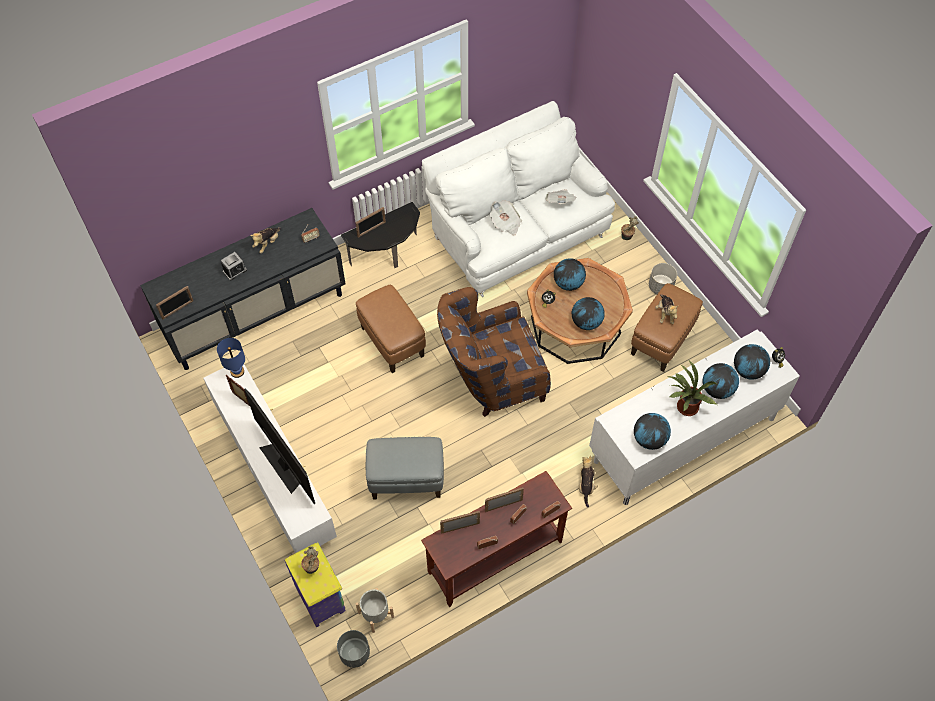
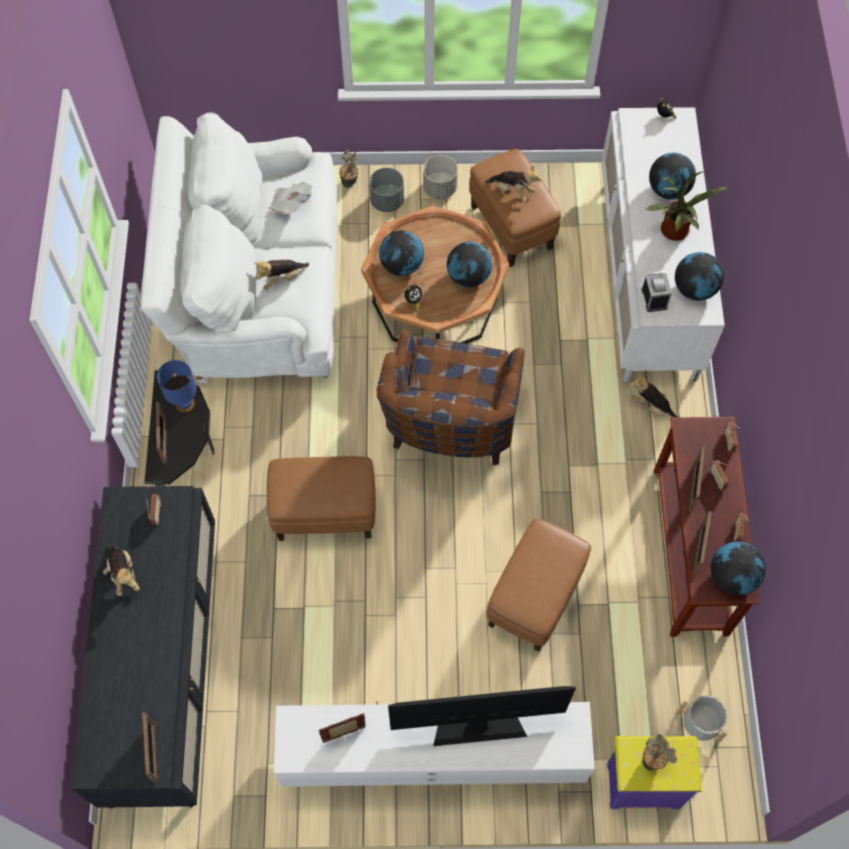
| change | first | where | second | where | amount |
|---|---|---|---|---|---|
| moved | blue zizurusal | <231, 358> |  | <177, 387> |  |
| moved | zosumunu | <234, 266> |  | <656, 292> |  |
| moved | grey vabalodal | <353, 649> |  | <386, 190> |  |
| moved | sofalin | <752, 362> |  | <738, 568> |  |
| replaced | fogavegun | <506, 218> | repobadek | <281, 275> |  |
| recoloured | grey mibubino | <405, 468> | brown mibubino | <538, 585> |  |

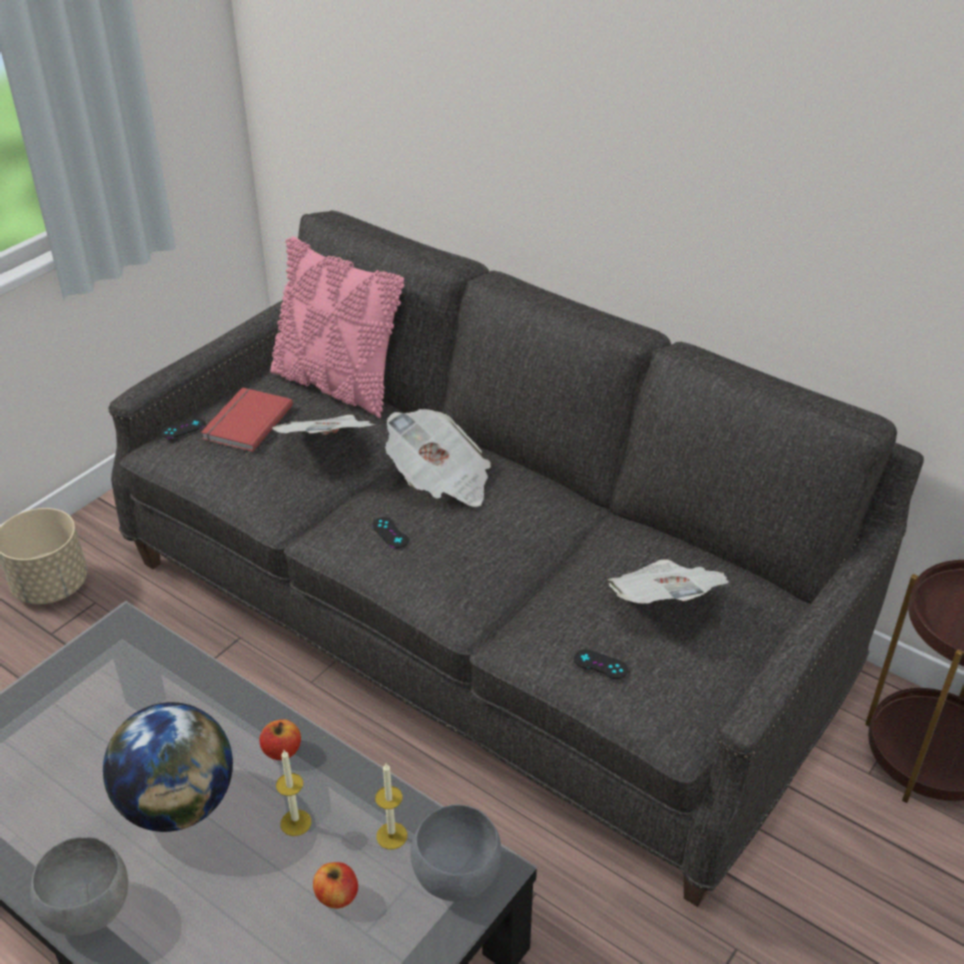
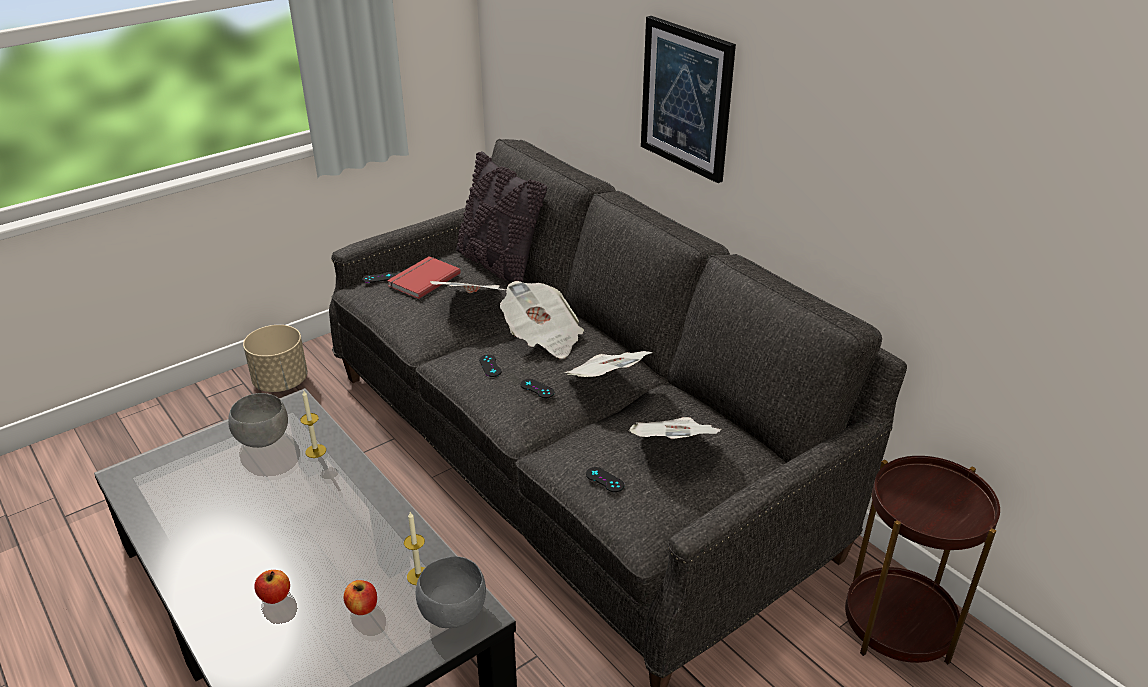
| change | first | where | second | where | amount |
|---|---|---|---|---|---|
| removed | sofalin | <168, 767> |  |  |  |
| added |  |  | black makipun | <537, 388> |  |
| added |  |  | fogavegun | <609, 364> |  |
| added |  |  | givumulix | <688, 99> |  |
| moved | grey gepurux | <79, 886> |  | <258, 420> |  |
| moved | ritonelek | <280, 740> |  | <272, 587> |  |
| moved | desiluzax | <293, 793> |  | <313, 424> |  |
| recoloured | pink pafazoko | <337, 327> | black pafazoko | <501, 217> |  |

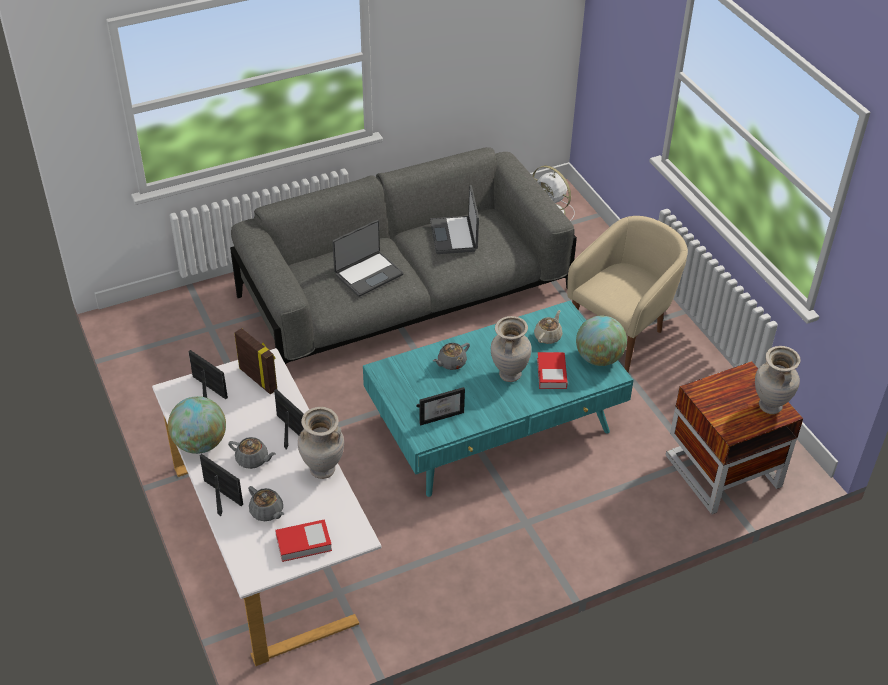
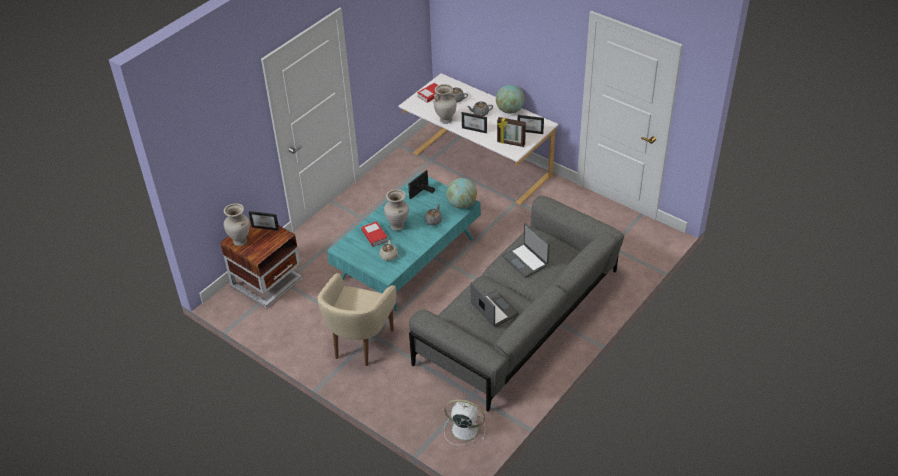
| change | first | where | second | where | amount |
|---|---|---|---|---|---|
| moved | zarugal | <221, 485> |  | <264, 221> |  |
| moved | sofalin | <601, 341> |  | <461, 193> |  |
| turned | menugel | <368, 258> |  | <525, 250> | 60 degrees counterclockwise |

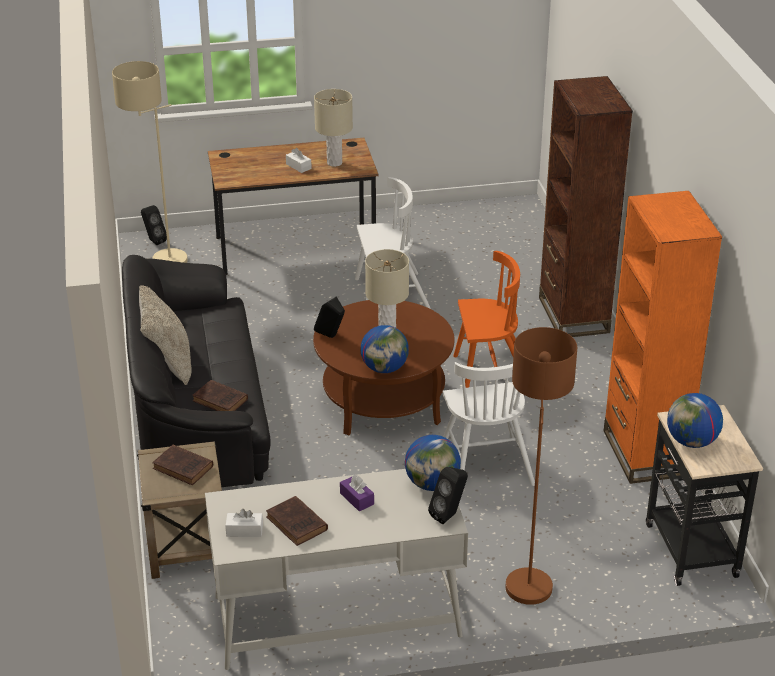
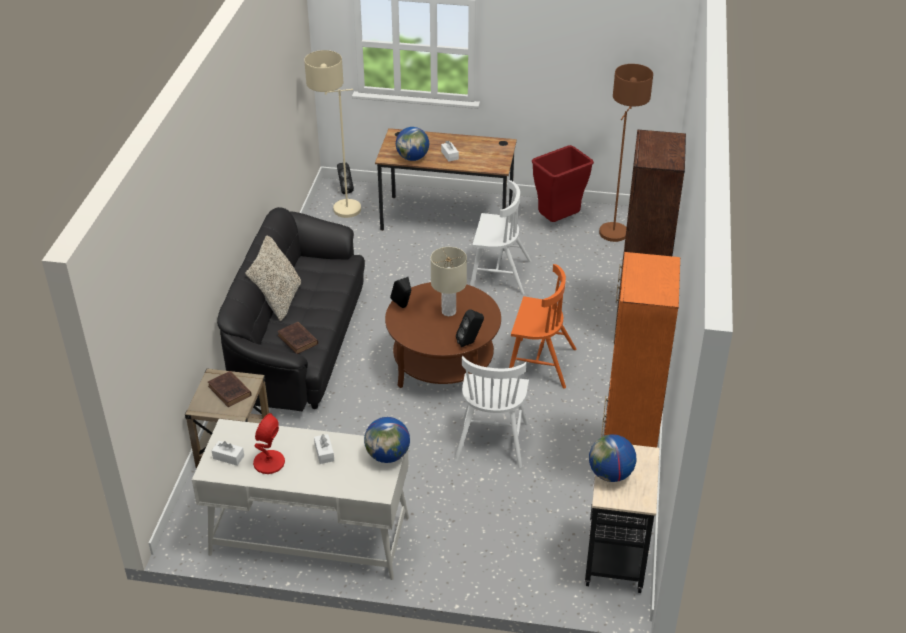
| change | first | where | second | where | amount |
|---|---|---|---|---|---|
| removed | beige zizurusal | <333, 128> |  |  |  |
| added |  |  | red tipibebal | <563, 183> |  |
| moved | sofalin | <385, 349> |  | <412, 144> |  |
| moved | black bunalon | <448, 495> |  | <470, 328> |  |
| moved | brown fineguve | <541, 466> |  | <626, 153> |  |
| replaced | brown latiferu | <297, 521> | red zizurusal | <269, 443> |  |
| recoloured | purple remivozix | <357, 493> | white remivozix | <324, 449> |  |

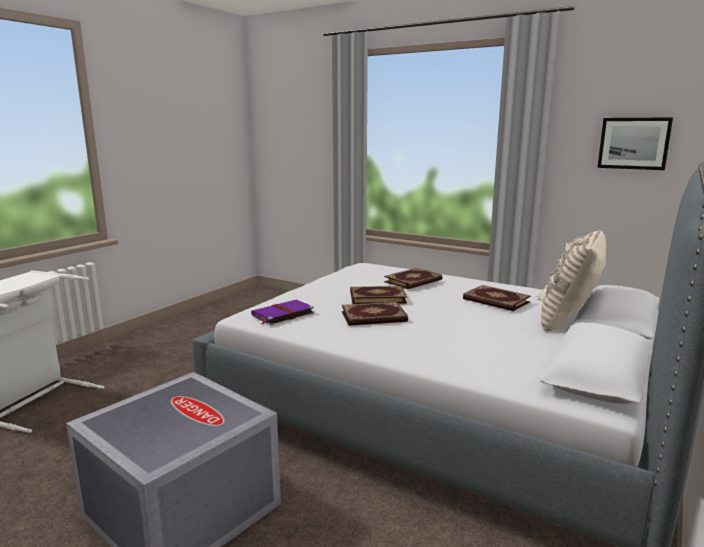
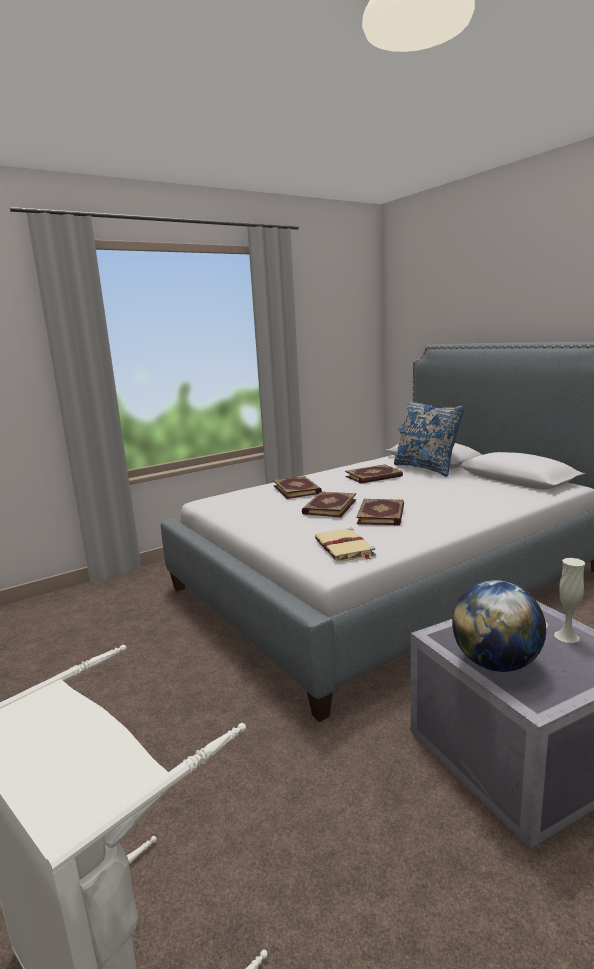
| change | first | where | second | where | amount |
|---|---|---|---|---|---|
| removed | givumulix | <635, 143> |  |  |  |
| added |  |  | sofalin | <499, 626> |  |
| added |  |  | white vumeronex | <569, 600> |  |
| recoloured | purple latiferu | <282, 312> | beige latiferu | <345, 545> |  |
| recoloured | beige pafazoko | <571, 281> | blue pafazoko | <429, 439> |  |

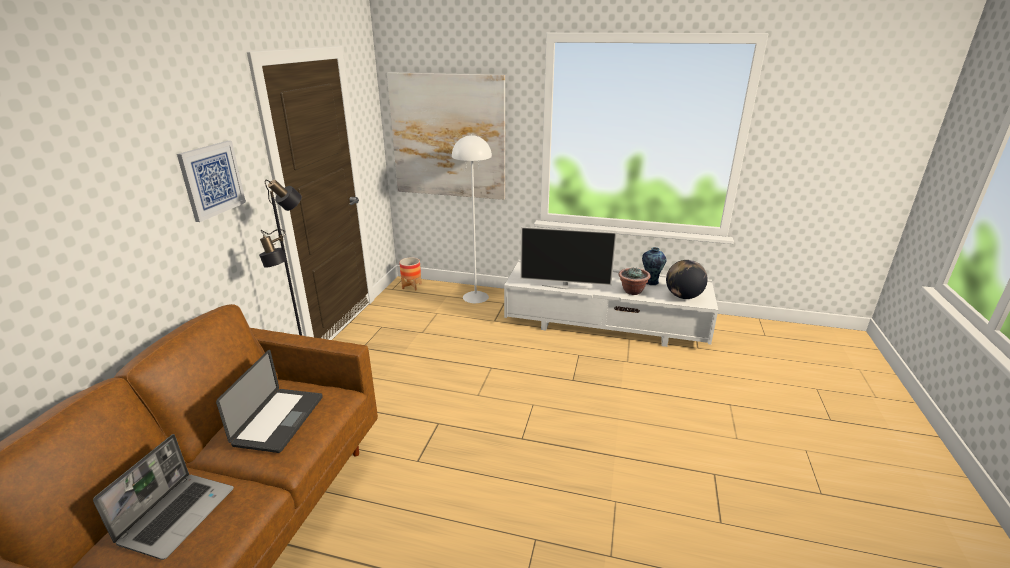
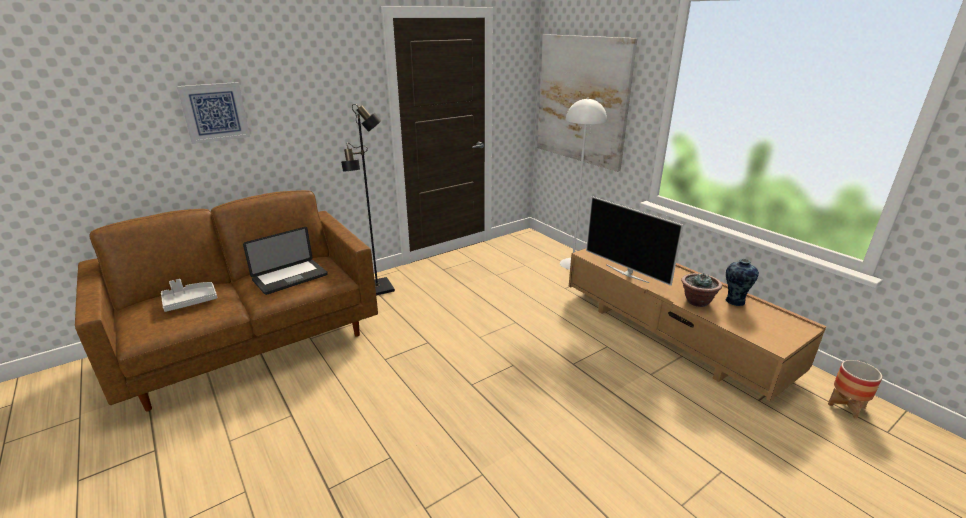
| change | first | where | second | where | amount |
|---|---|---|---|---|---|
| removed | sofalin | <687, 279> |  |  |  |
| moved | givumulix | <211, 181> |  | <213, 113> |  |
| moved | vabalodal | <411, 274> |  | <855, 389> |  |
| replaced | menugel | <163, 497> | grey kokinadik | <189, 295> |  |
| recoloured | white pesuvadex | <611, 303> | brown pesuvadex | <697, 324> |  |

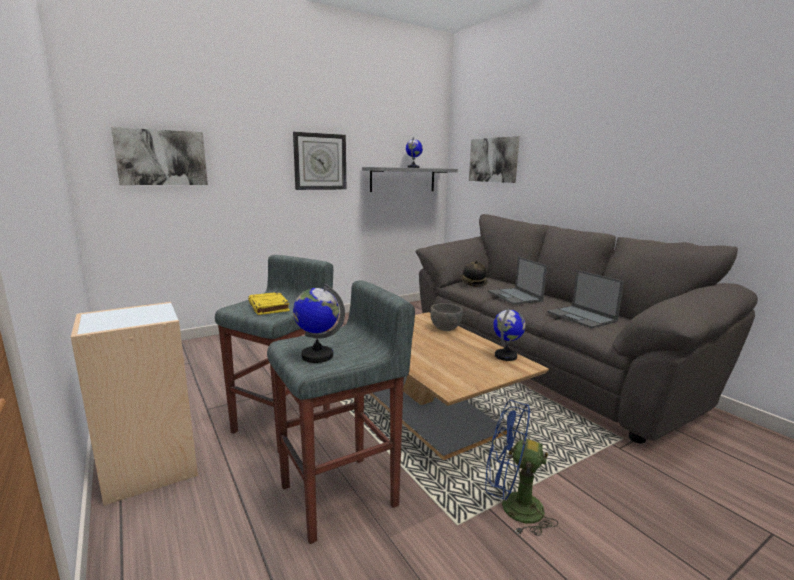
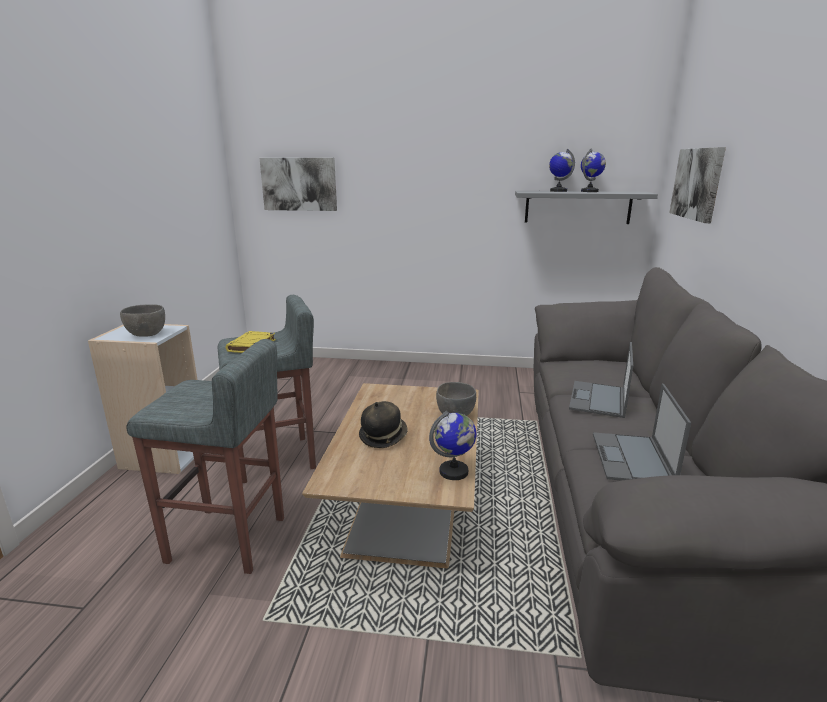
| change | first | where | second | where | amount |
|---|---|---|---|---|---|
| removed | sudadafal | <319, 161> |  |  |  |
| removed | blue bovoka | <521, 468> |  |  |  |
| added |  |  | grey gepurux | <142, 320> |  |
| moved | sofalin | <319, 323> |  | <562, 170> |  |
| moved | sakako | <474, 273> |  | <383, 424> |  |

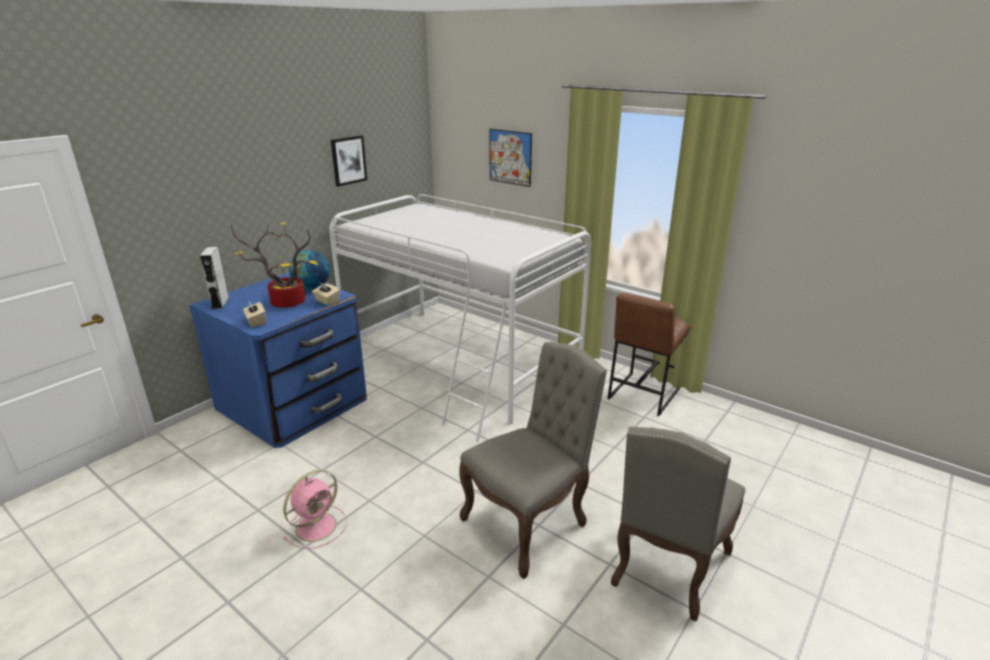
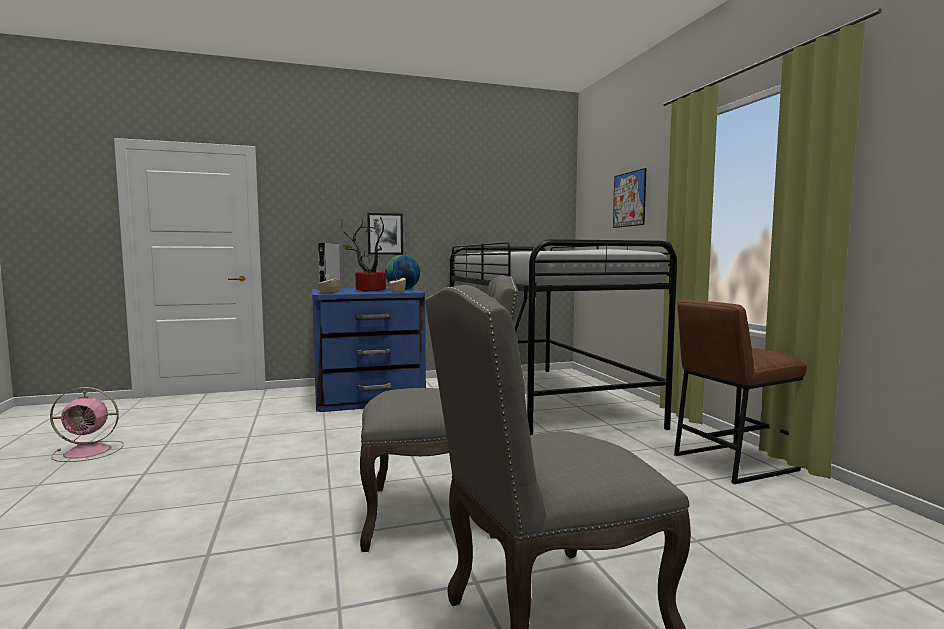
| change | first | where | second | where | amount |
|---|---|---|---|---|---|
| moved | pink bovoka | <315, 509> |  | <87, 424> |  |
| moved | givumulix | <349, 160> |  | <385, 234> |  |
| recoloured | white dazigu | <460, 318> | black dazigu | <563, 337> |  |

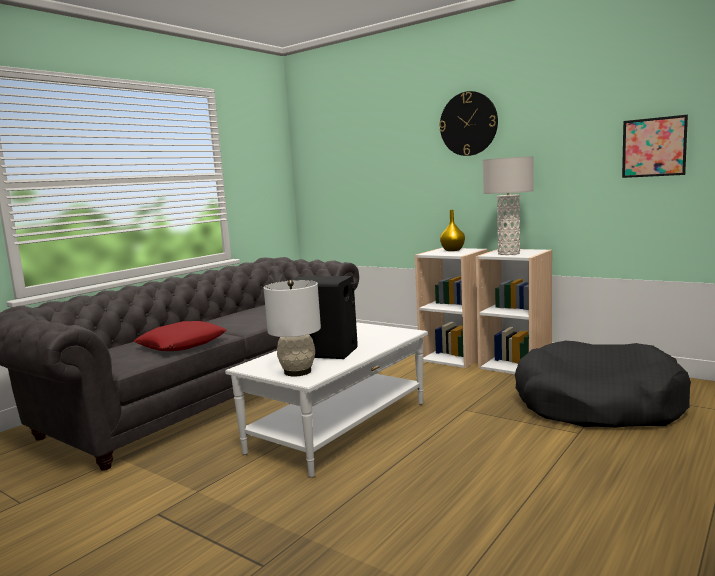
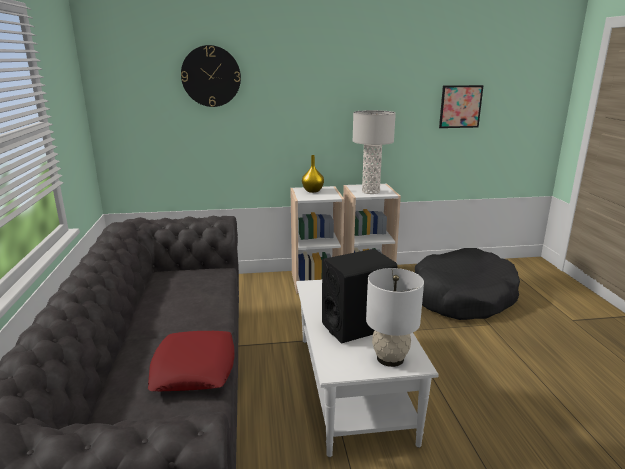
| change | first | where | second | where | amount |
|---|---|---|---|---|---|
| moved | sudadafal | <468, 123> |  | <211, 76> |  |

